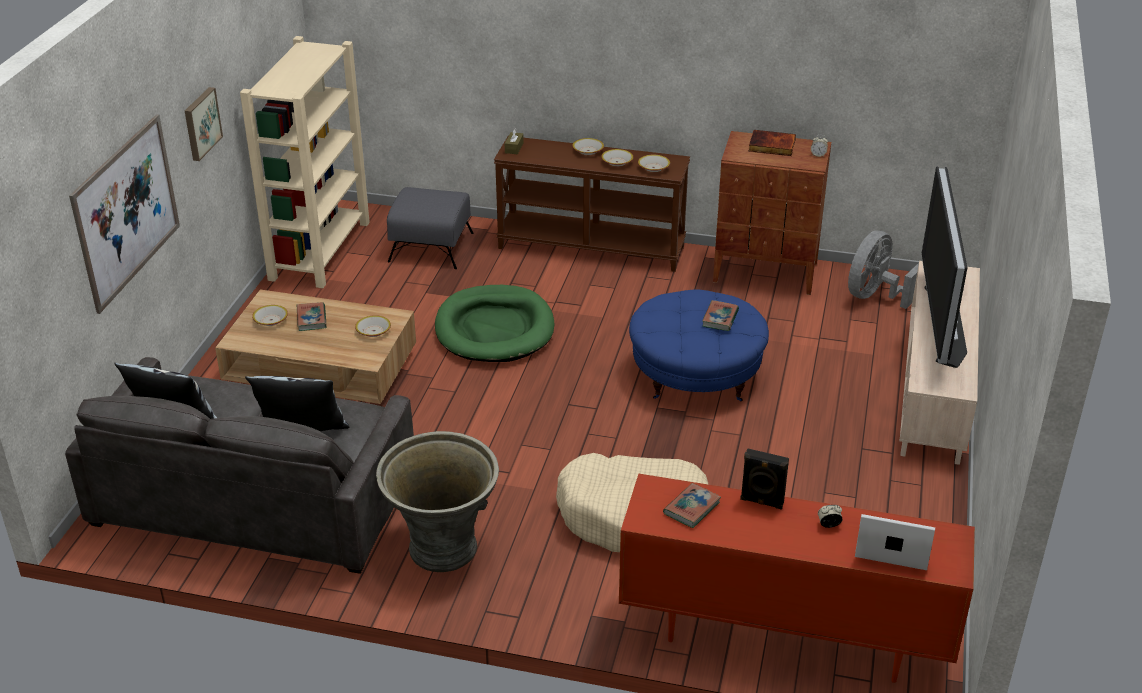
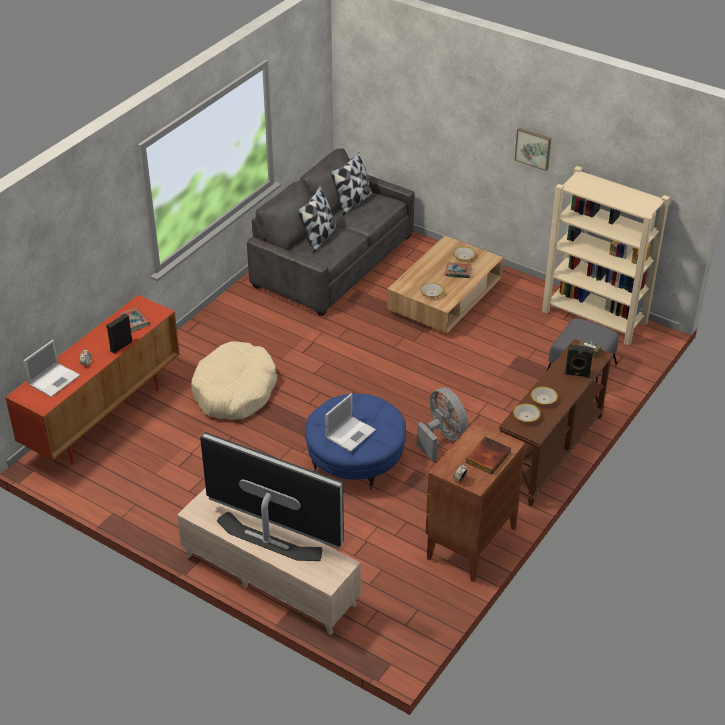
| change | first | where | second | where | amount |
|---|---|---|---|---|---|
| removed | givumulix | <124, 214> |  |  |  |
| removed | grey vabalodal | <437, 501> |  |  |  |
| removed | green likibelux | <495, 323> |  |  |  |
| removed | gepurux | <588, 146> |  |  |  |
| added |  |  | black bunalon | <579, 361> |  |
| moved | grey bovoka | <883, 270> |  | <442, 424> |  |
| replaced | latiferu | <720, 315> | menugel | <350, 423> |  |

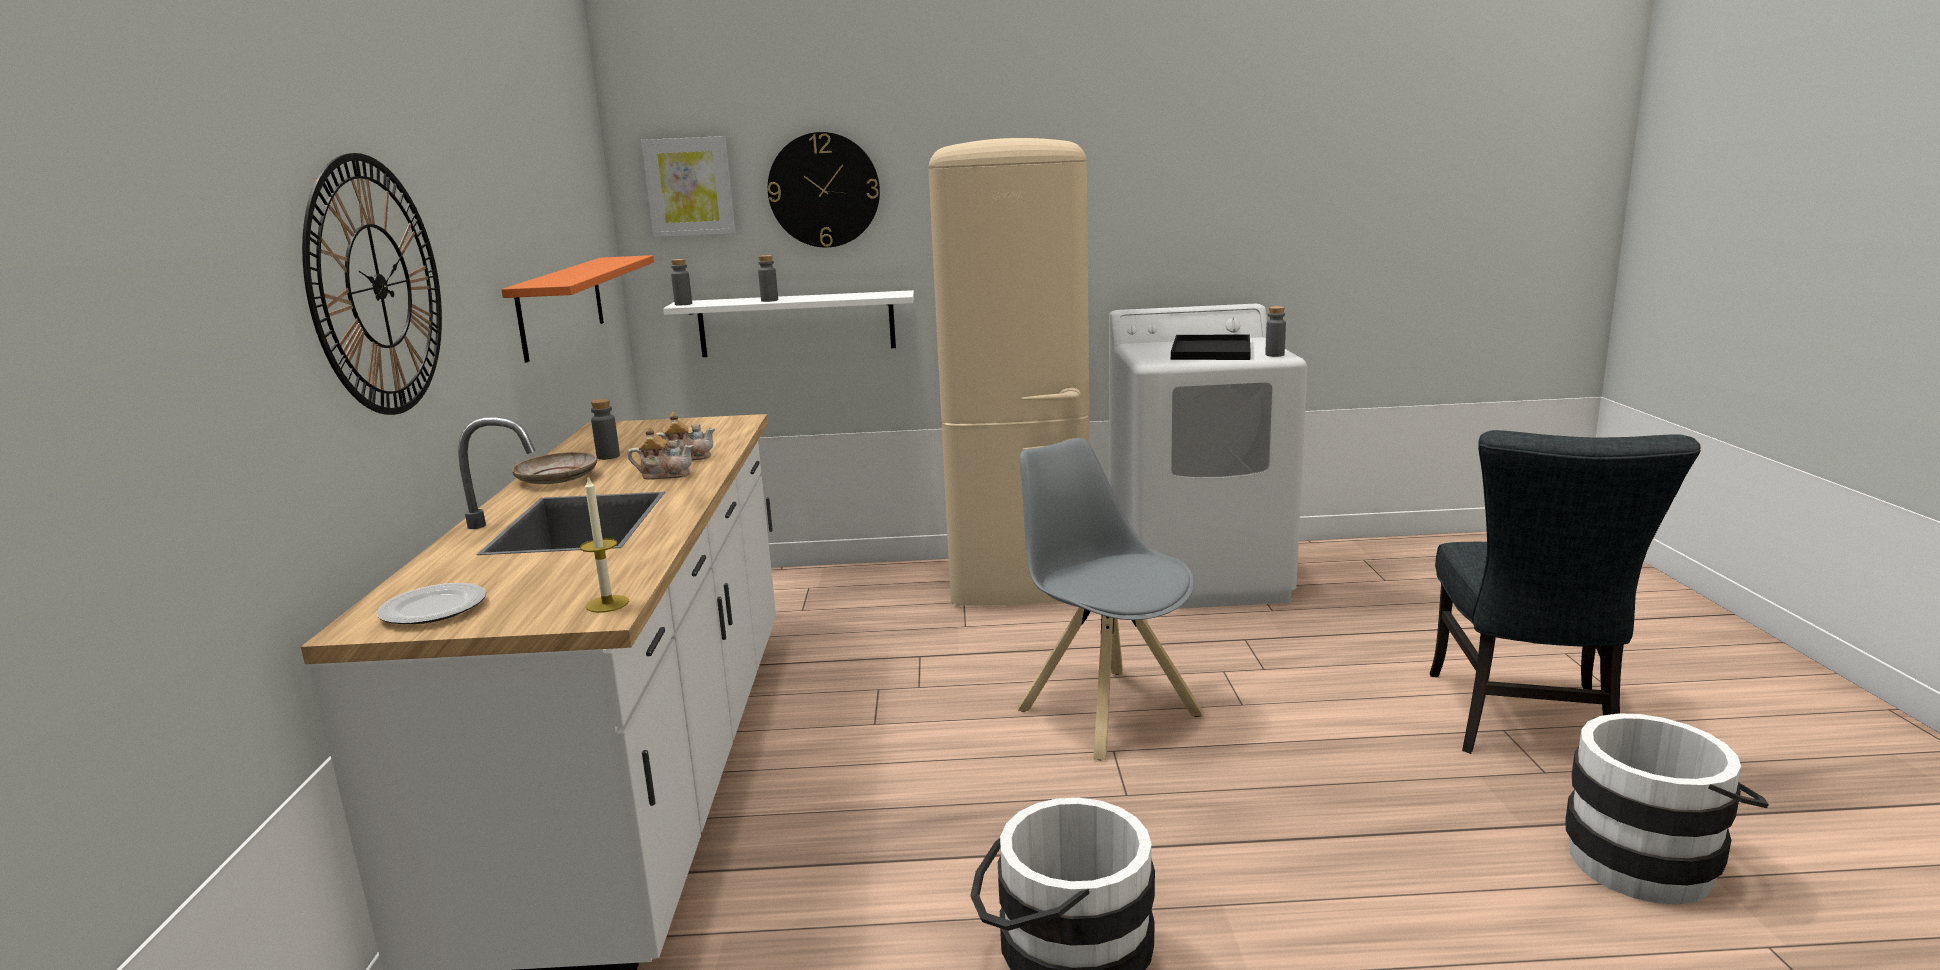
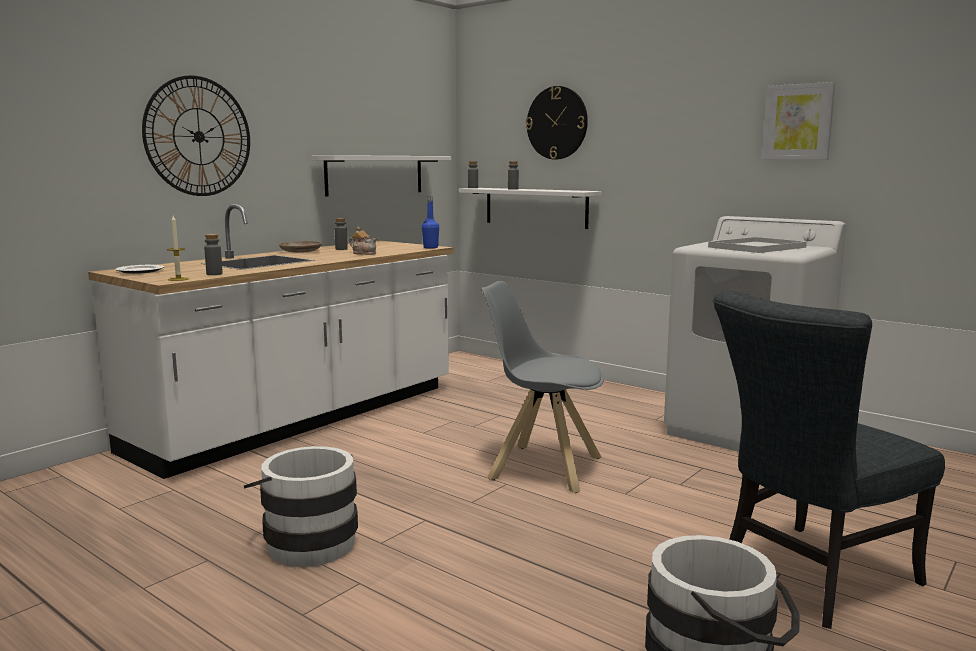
| change | first | where | second | where | amount |
|---|---|---|---|---|---|
| removed | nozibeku | <660, 453> |  |  |  |
| removed | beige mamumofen | <1009, 372> |  |  |  |
| added |  |  | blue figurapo | <430, 222> |  |
| moved | givumulix | <688, 186> |  | <798, 121> |  |
| moved | grey figurapo | <1275, 331> |  | <213, 254> |  |
| recoloured | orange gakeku | <578, 309> | white gakeku | <381, 176> |  |
| recoloured | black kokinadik | <1211, 347> | white kokinadik | <757, 245> |  |
| turned | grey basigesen | <1110, 599> |  | <542, 387> | 75 degrees counterclockwise |

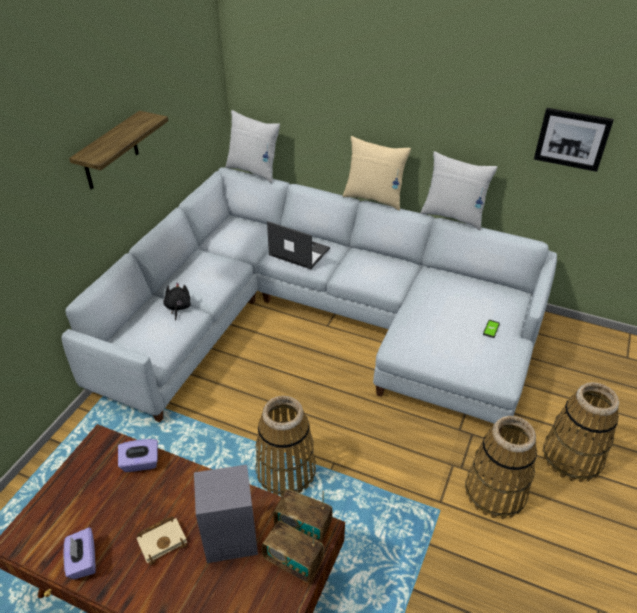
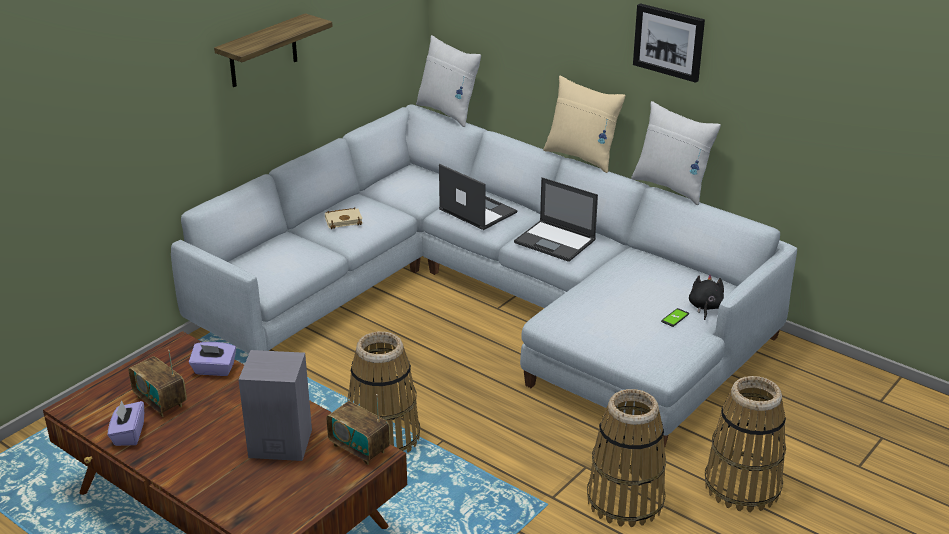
| change | first | where | second | where | amount |
|---|---|---|---|---|---|
| added |  |  | menugel | <556, 219> |  |
| moved | beige latiferu | <162, 540> |  | <344, 218> |  |
| moved | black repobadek | <177, 301> |  | <706, 297> |  |
| moved | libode | <293, 552> |  | <158, 383> |  |
| moved | givumulix | <574, 140> |  | <669, 43> |  |

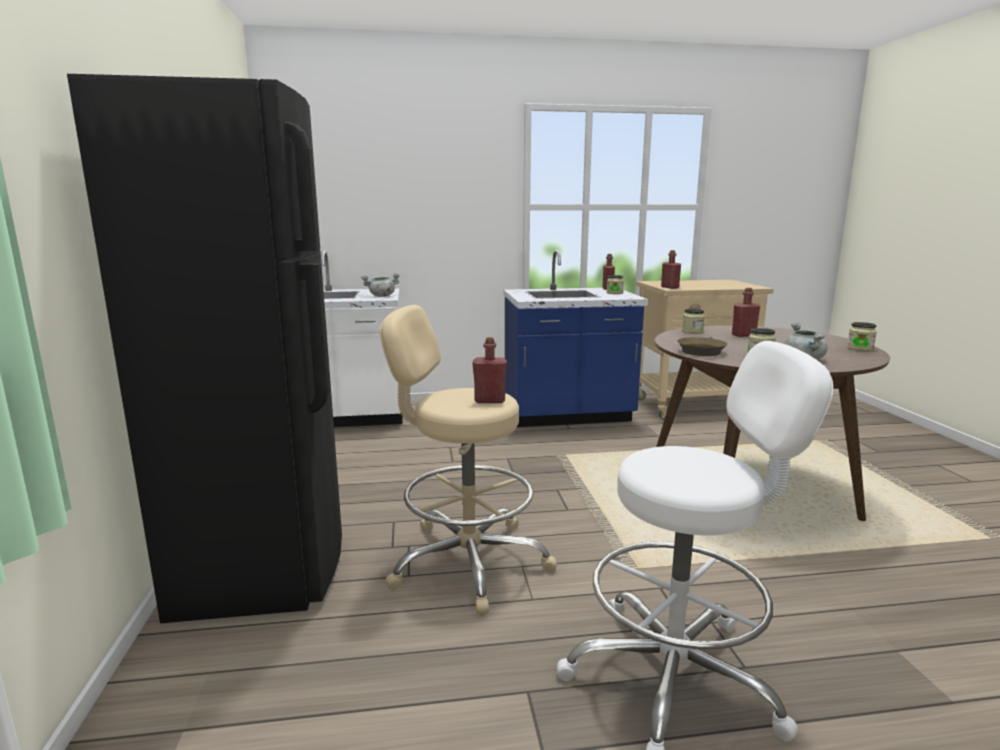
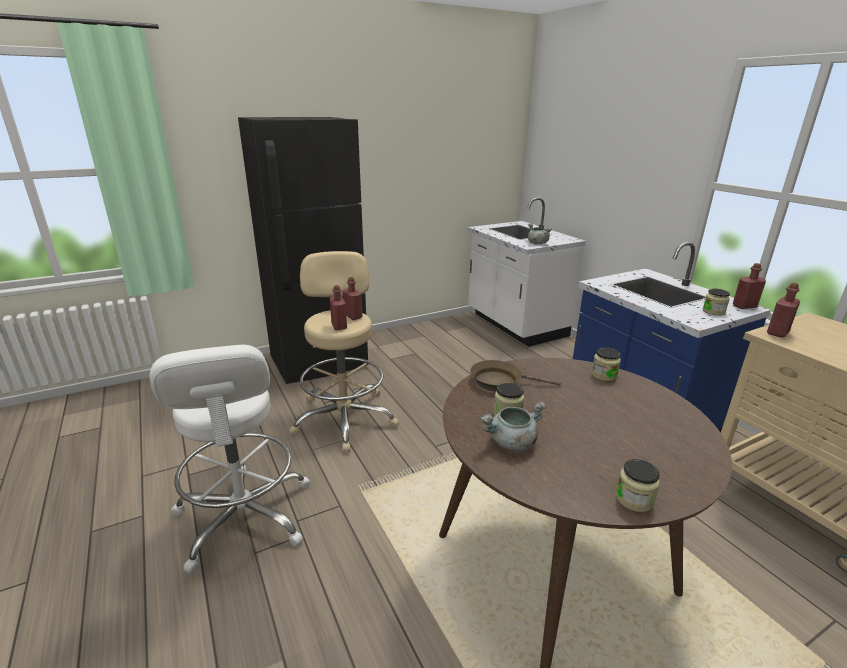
| change | first | where | second | where | amount |
|---|---|---|---|---|---|
| moved | red figurapo | <746, 312> |  | <352, 298> |  |

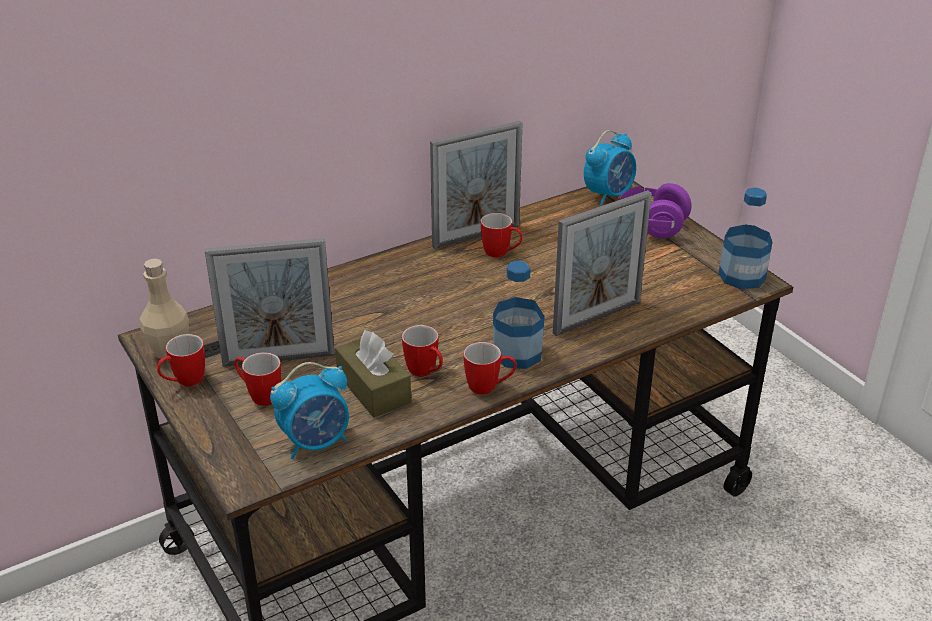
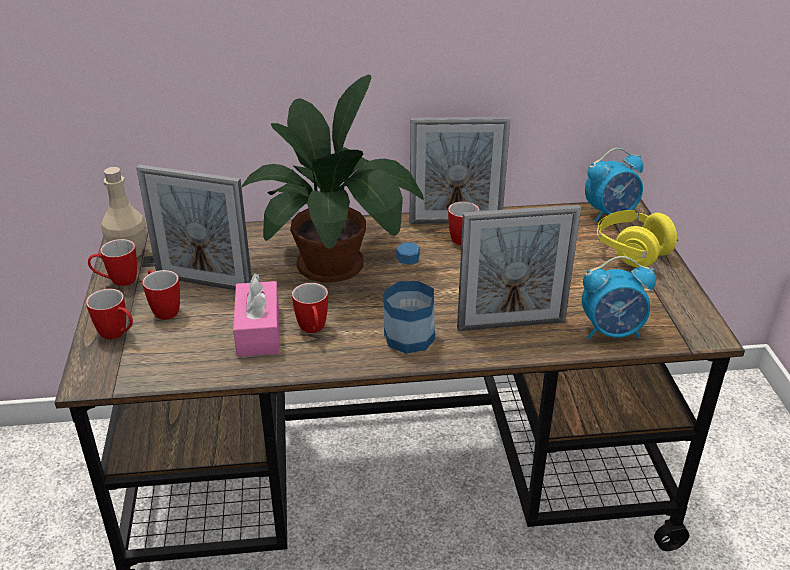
| change | first | where | second | where | amount |
|---|---|---|---|---|---|
| removed | figurapo | <745, 238> |  |  |  |
| added |  |  | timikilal | <332, 178> |  |
| moved | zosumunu | <309, 410> |  | <619, 298> |  |
| moved | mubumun | <490, 368> |  | <109, 314> |  |
| recoloured | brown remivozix | <373, 373> | pink remivozix | <256, 315> |  |
| recoloured | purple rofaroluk | <654, 211> | yellow rofaroluk | <638, 238> |  |

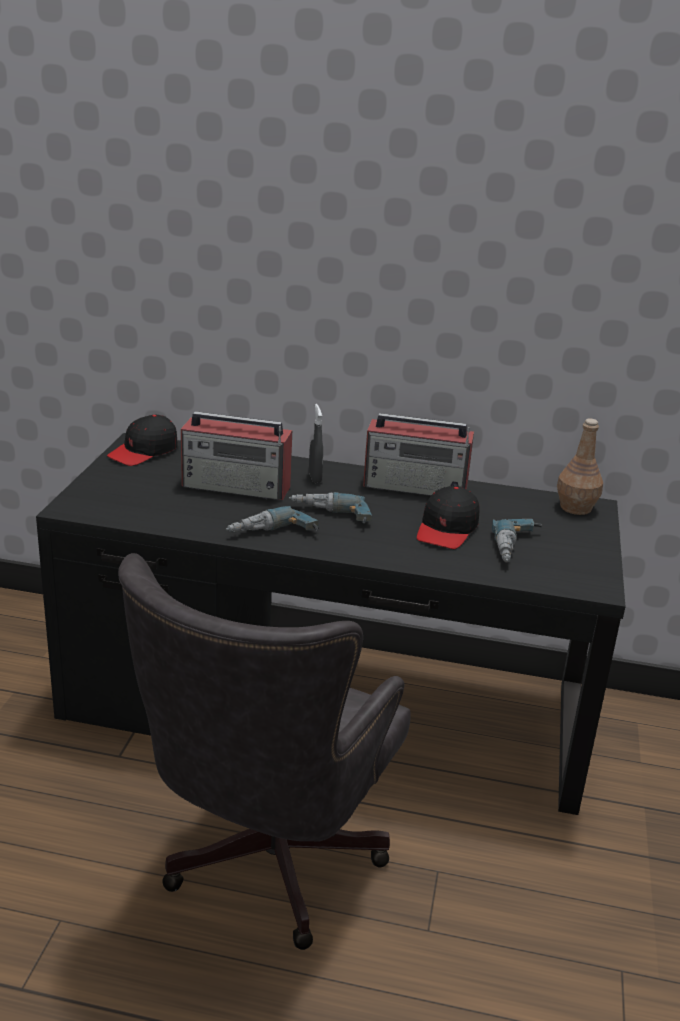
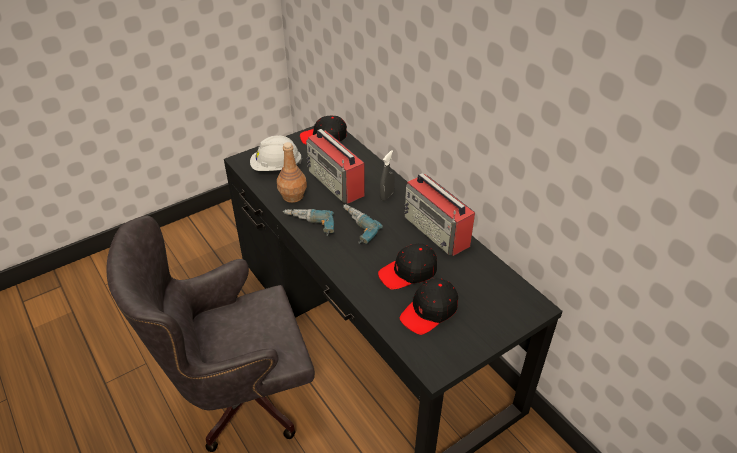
| change | first | where | second | where | amount |
|---|---|---|---|---|---|
| added |  |  | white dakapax | <276, 153> |  |
| moved | brown figurapo | <580, 466> |  | <292, 172> |  |
| replaced | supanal | <517, 540> | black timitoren | <429, 306> |  |

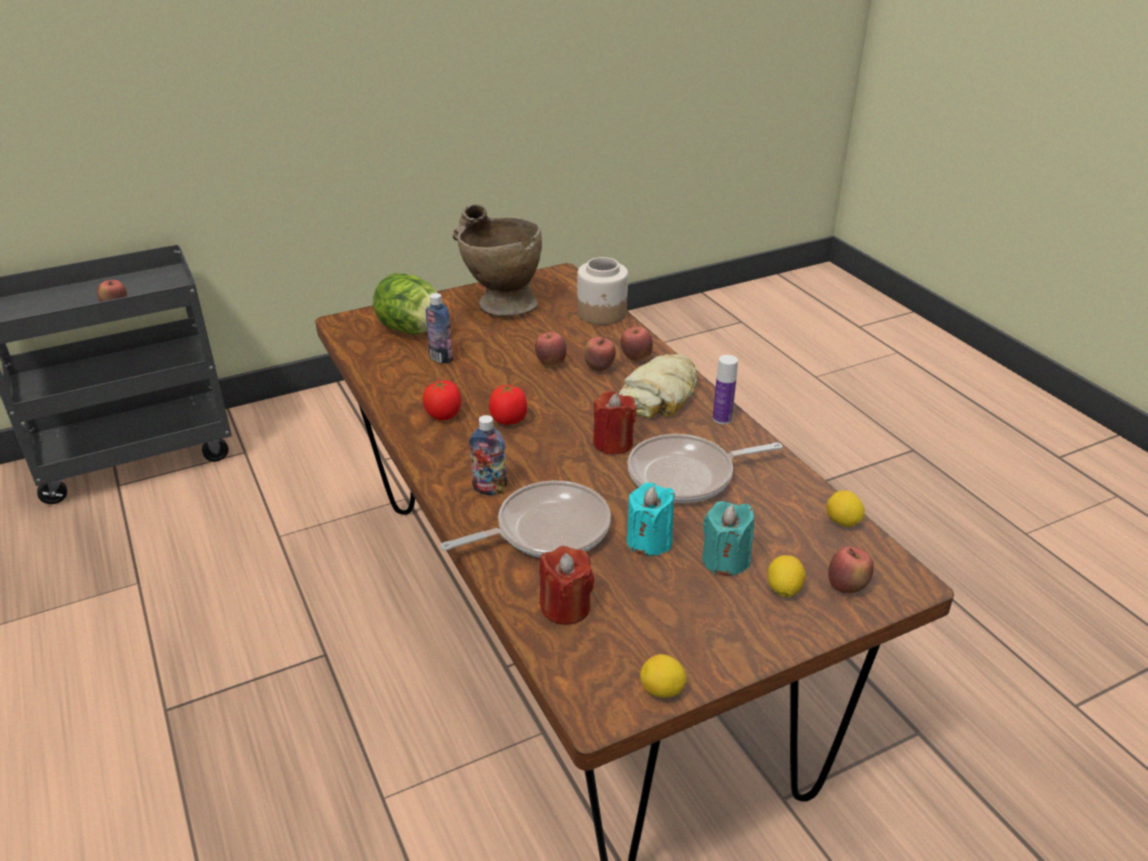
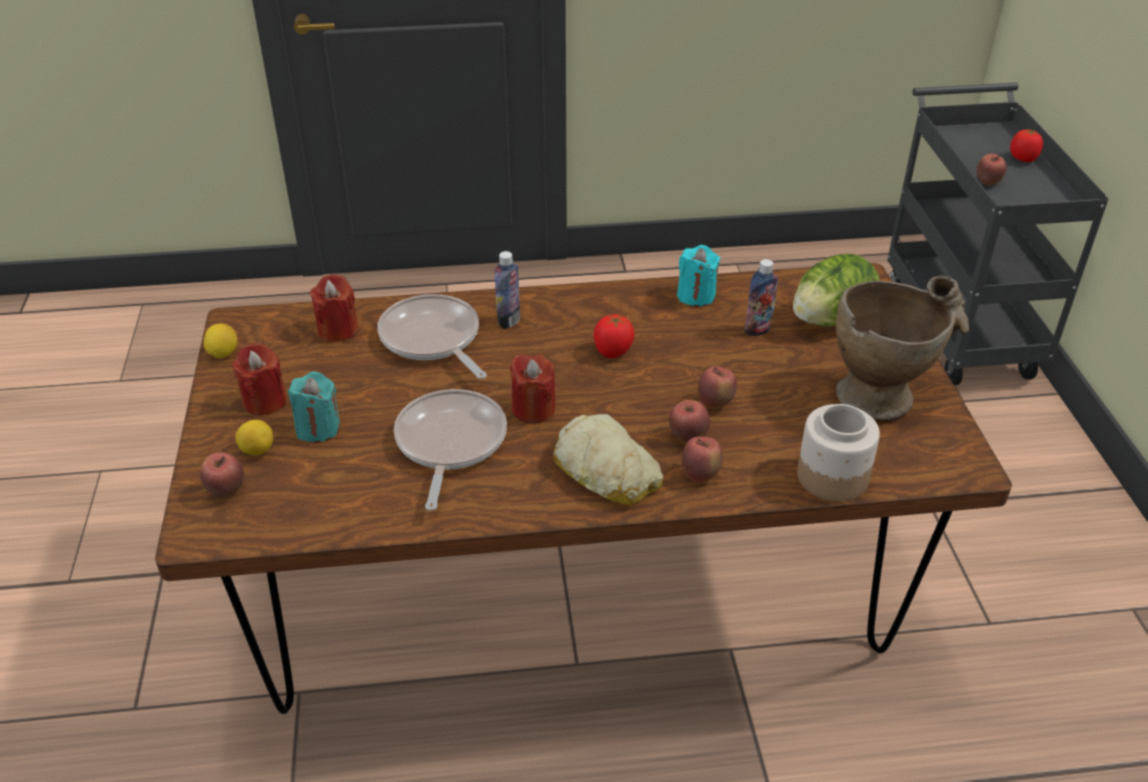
| change | first | where | second | where | amount |
|---|---|---|---|---|---|
| removed | figurapo | <725, 389> |  |  |  |
| removed | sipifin | <845, 508> |  |  |  |
| added |  |  | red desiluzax | <259, 379> |  |
| moved | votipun | <442, 399> |  | <1026, 145> |  |
| moved | turquoise desiluzax | <651, 519> |  | <698, 276> |  |
| turned | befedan | <526, 519> |  | <432, 336> | 150 degrees clockwise |

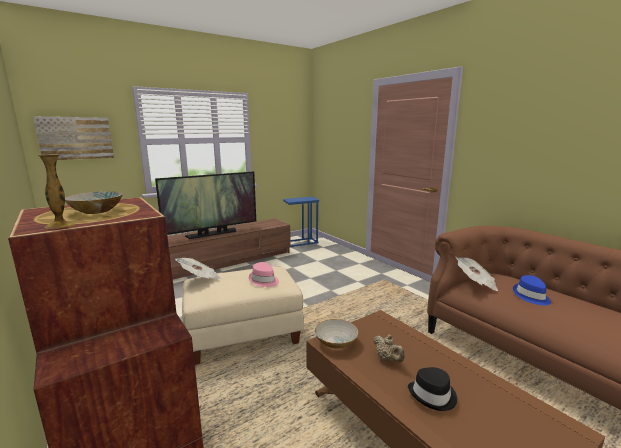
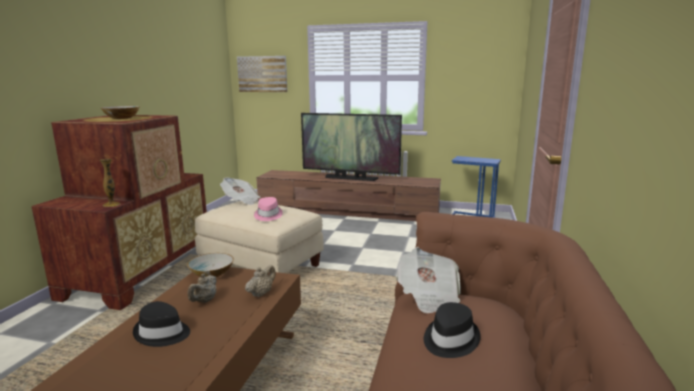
| change | first | where | second | where | amount |
|---|---|---|---|---|---|
| added |  |  | beige nozibeku | <260, 281> |  |
| moved | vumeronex | <56, 191> |  | <110, 183> |  |
| recoloured | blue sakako | <532, 290> | black sakako | <452, 330> |  |

